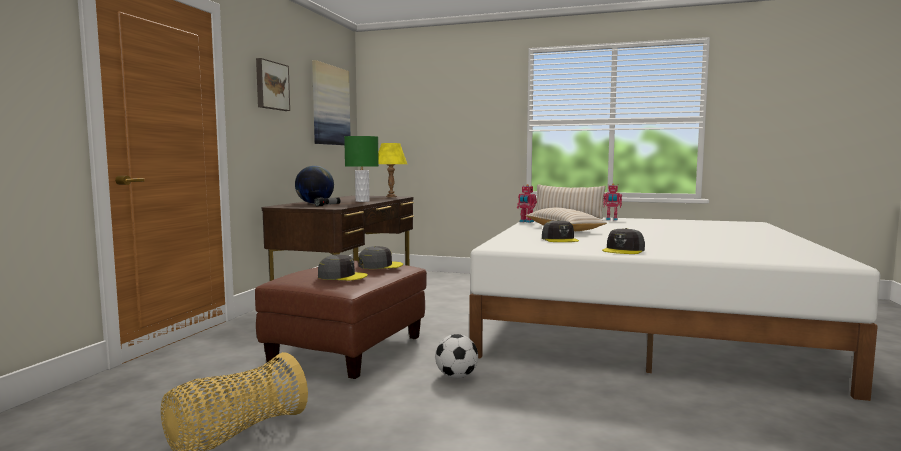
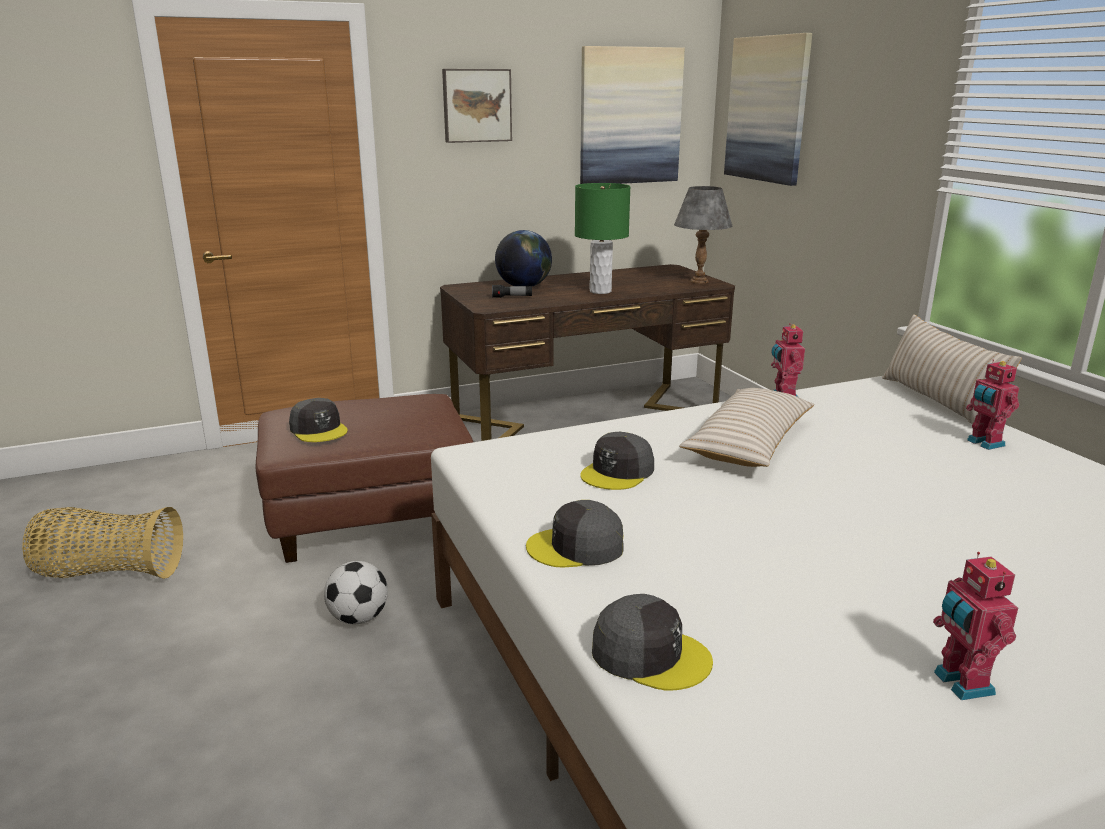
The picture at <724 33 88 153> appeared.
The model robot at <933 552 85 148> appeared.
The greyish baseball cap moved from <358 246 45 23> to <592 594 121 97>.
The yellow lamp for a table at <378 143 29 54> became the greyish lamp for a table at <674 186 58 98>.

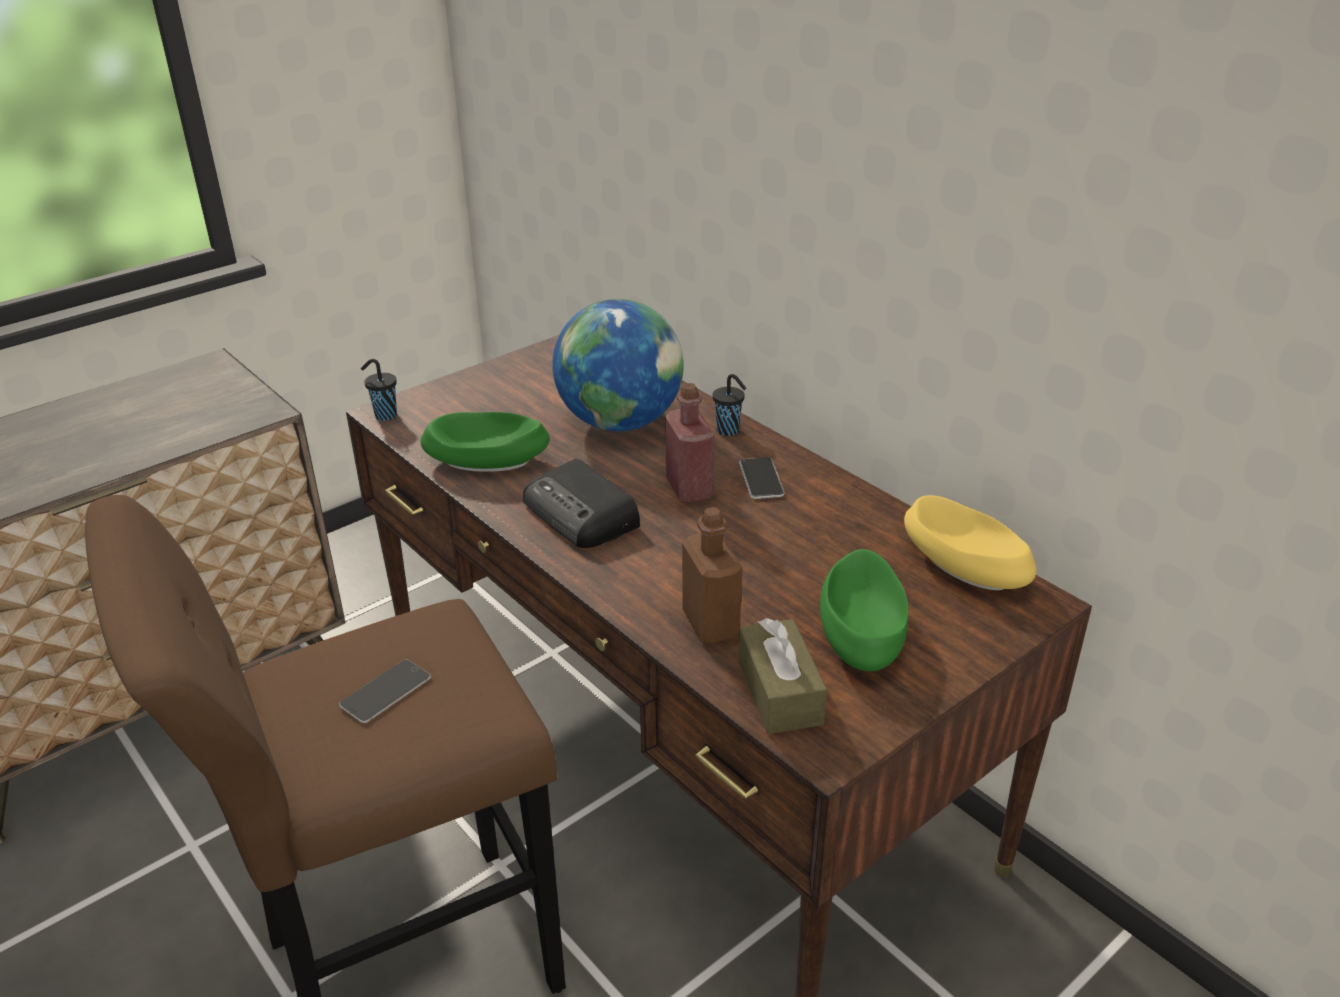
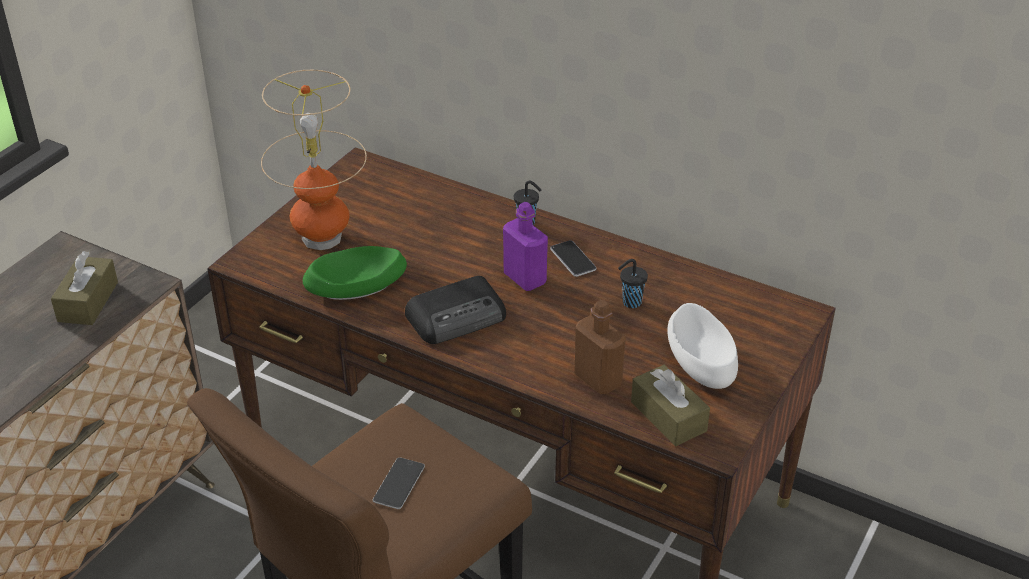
The globe at <552 299 132 132> disappeared.
The yellow serving bowl at <904 495 132 95> disappeared.
The brownish box of tissues at <51 251 67 74> appeared.
The lamp for a table at <261 70 106 180> appeared.
The black-coloured small cup moved from <361 359 36 62> to <618 259 30 49>.
The red-coloured bottle at <665 383 50 120> became the purple bottle at <503 202 45 89>.
The green serving bowl at <820 549 88 122> became the whitish serving bowl at <667 303 71 86>.
The radio set at <523 459 117 89> turned 60 degrees counterclockwise.

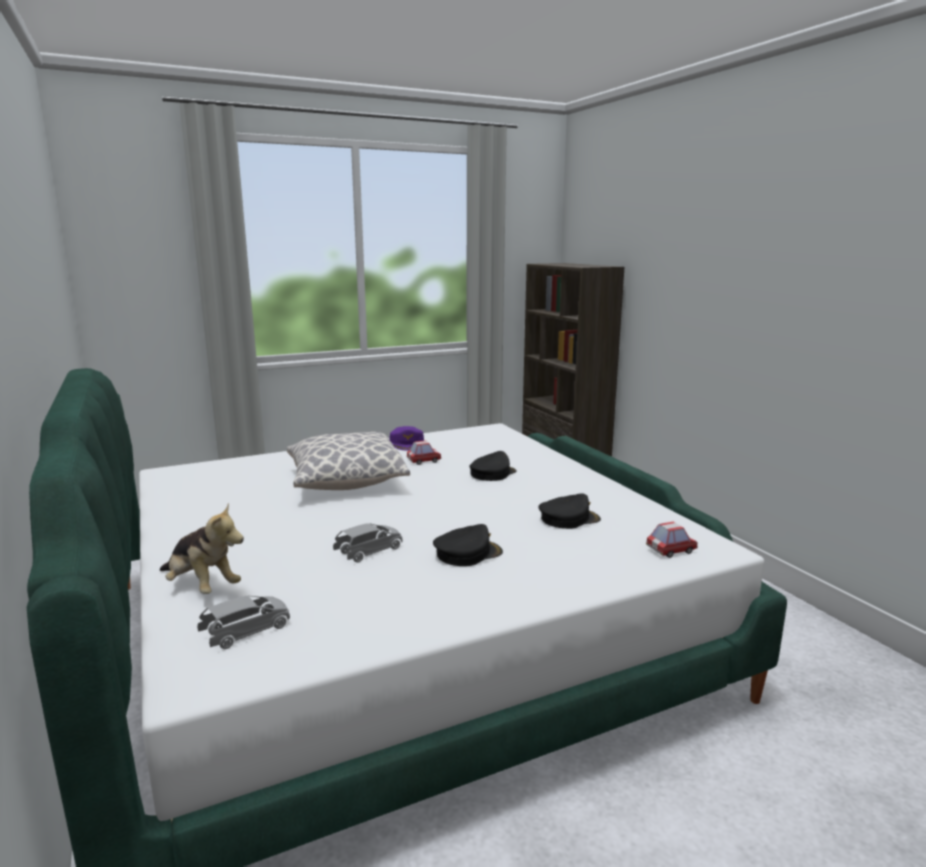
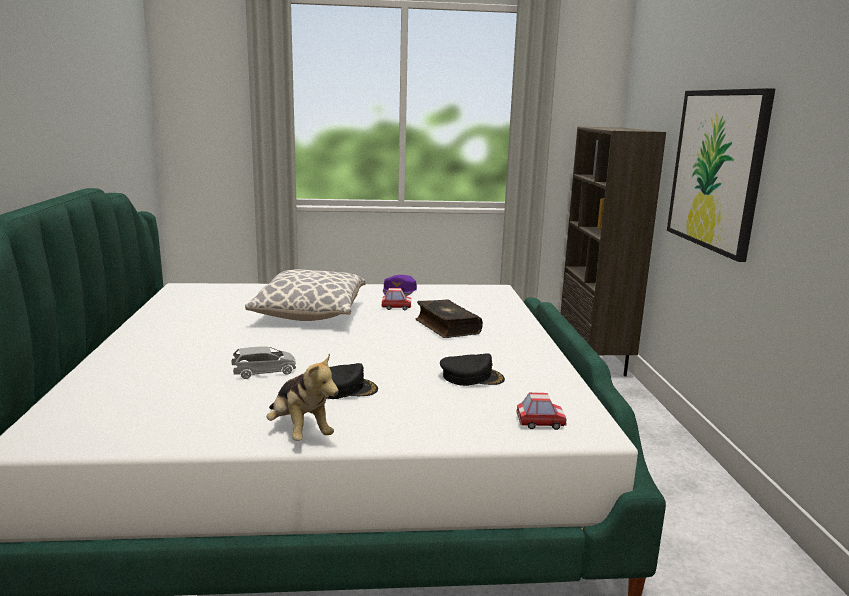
The greyish model car at <197 596 93 53> disappeared.
The picture at <667 88 108 174> appeared.
The plush toy moved from <160 503 84 91> to <267 353 72 88>.
The black-coloured baseball cap at <469 451 48 30> was replaced by the book at <416 299 67 39>.

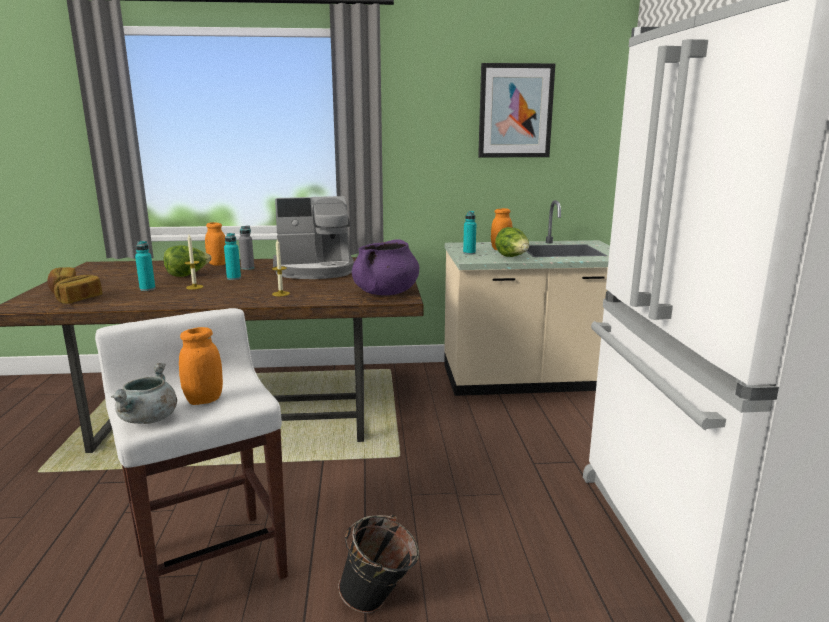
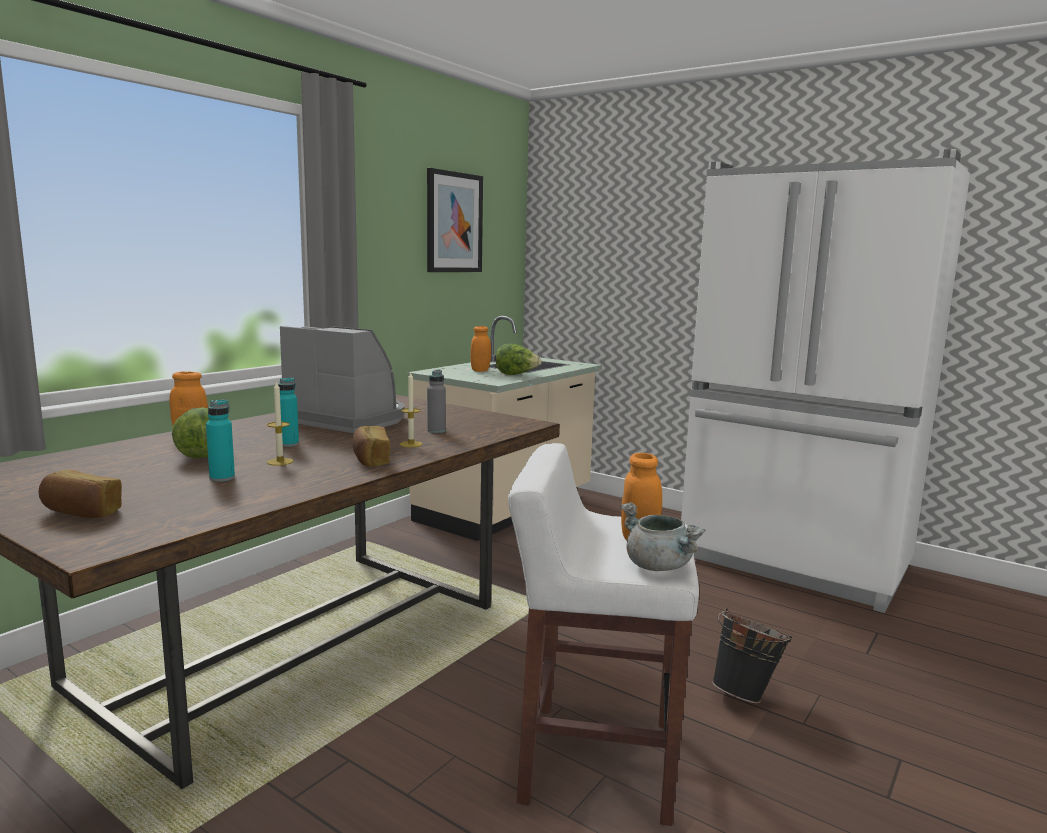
The purple saucepot at <352 239 67 56> disappeared.
The blue-green bottle at <463 211 13 44> disappeared.
The bread moved from <54 275 48 29> to <352 426 38 40>.
The greyish bottle moved from <239 225 15 45> to <427 369 19 64>.
The coffee maker at <273 196 81 83> turned 90 degrees counterclockwise.

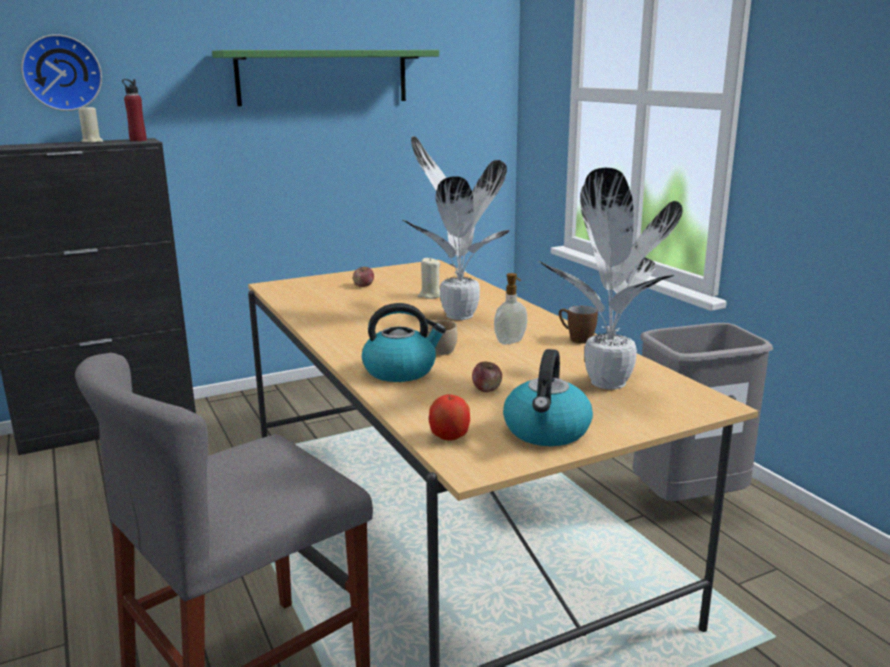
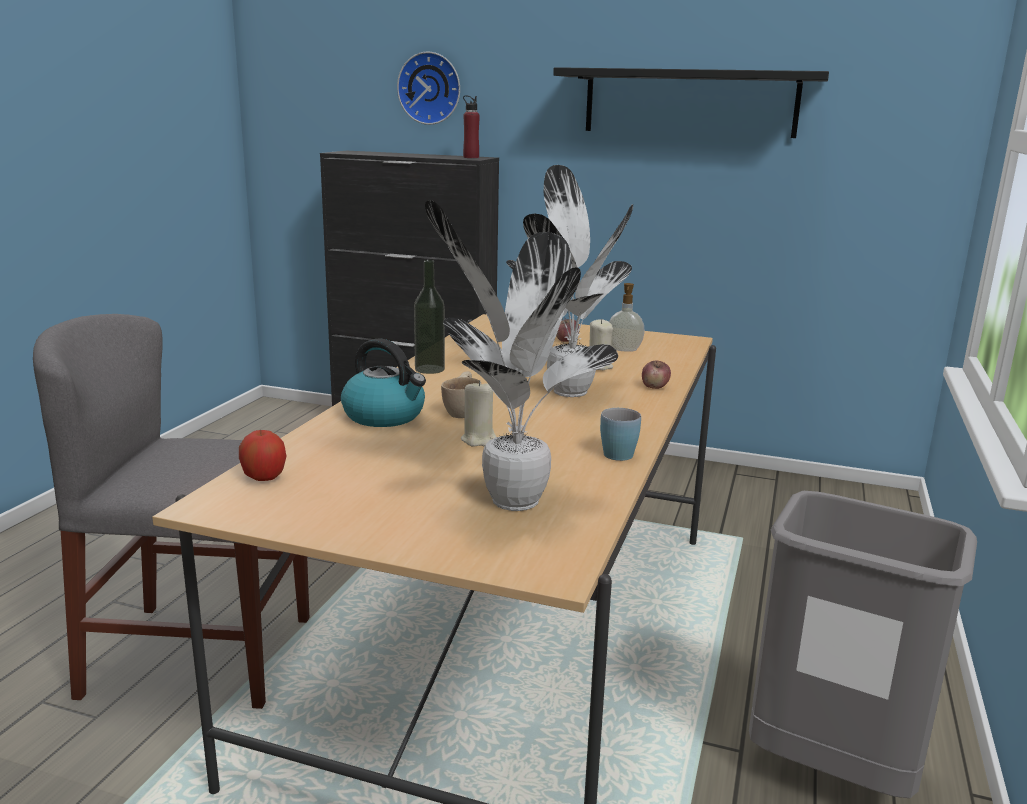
The tea kettle at <503 349 90 97> disappeared.
The bottle at <414 260 31 114> appeared.
The sand-coloured candle moved from <78 105 25 38> to <461 380 35 67>.
The apple fruit moved from <472 362 30 30> to <642 360 29 29>.
The liquid soap bottle moved from <494 273 33 71> to <609 283 36 69>.
The green bracket shelf at <212 50 227 56> became the black-coloured bracket shelf at <553 67 276 71>.
The brownish coffee mug at <559 306 39 38> became the blue coffee mug at <600 408 41 53>.

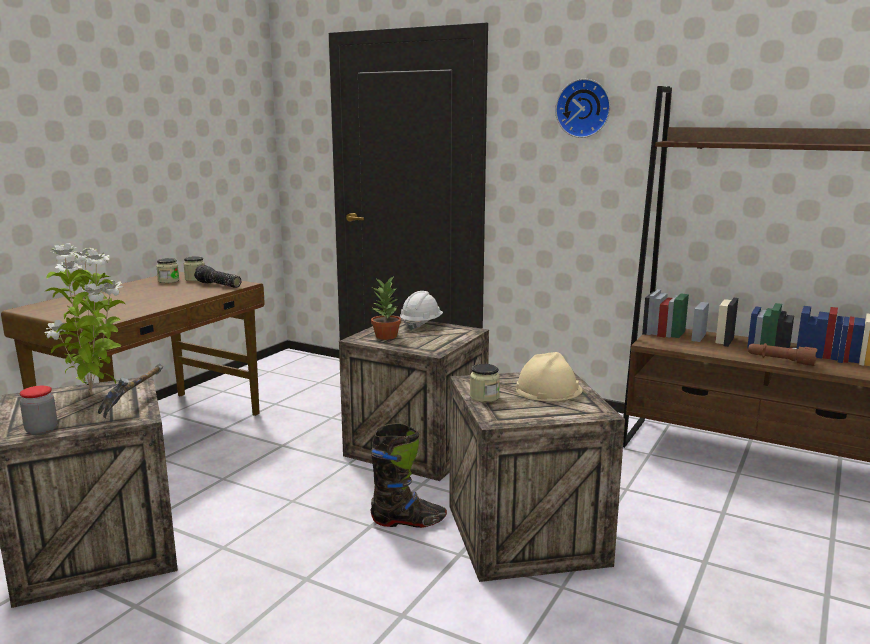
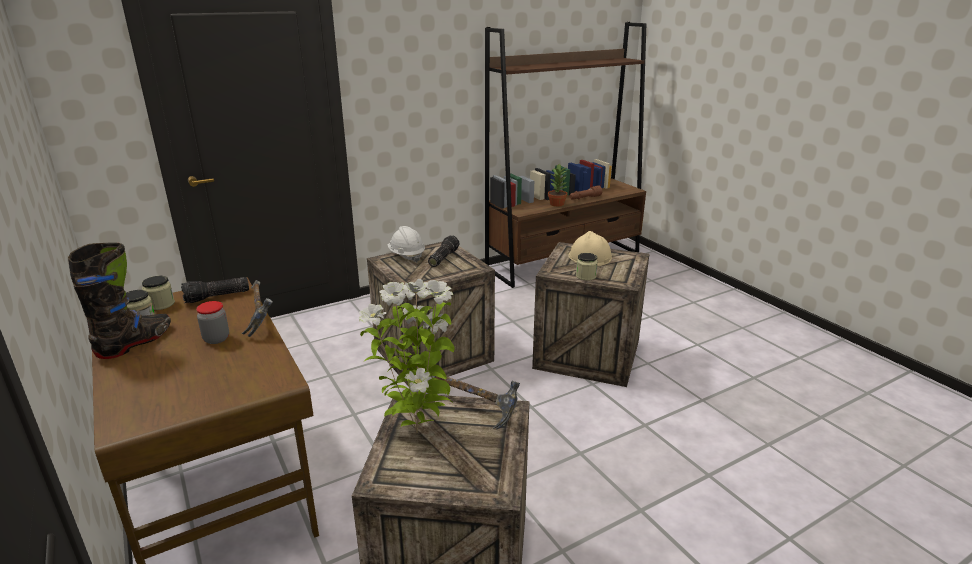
The hanging clock at <555 79 56 59> disappeared.
The hand hammer at <242 280 31 57> appeared.
The torch at <428 236 31 31> appeared.
The storage jar moved from <19 386 39 49> to <196 301 33 43>.
The plant in a pot moved from <371 275 30 65> to <548 164 21 43>.
The black-coloured high-top boot moved from <371 423 76 105> to <68 243 103 116>.

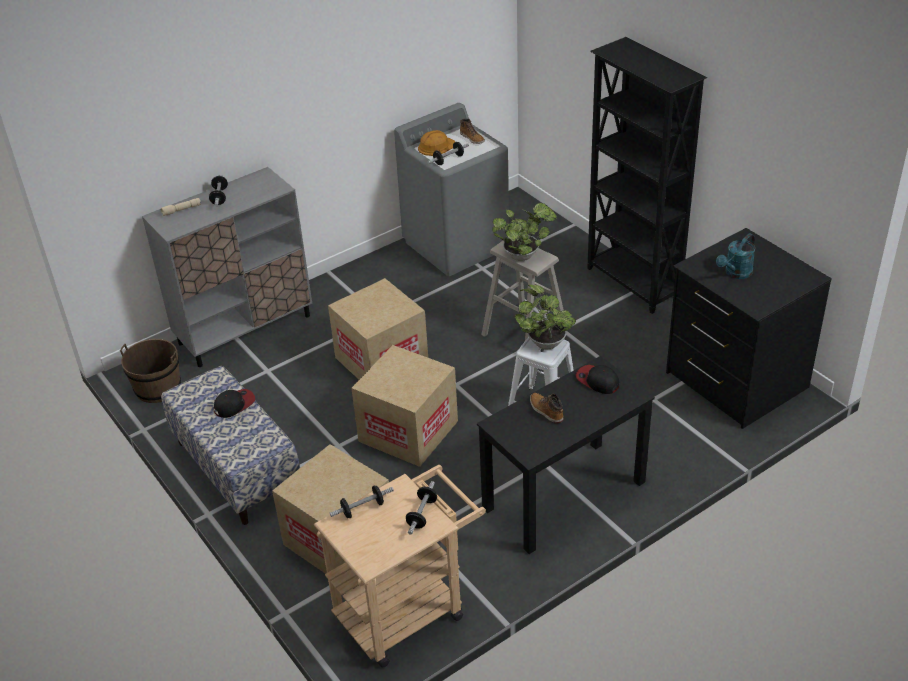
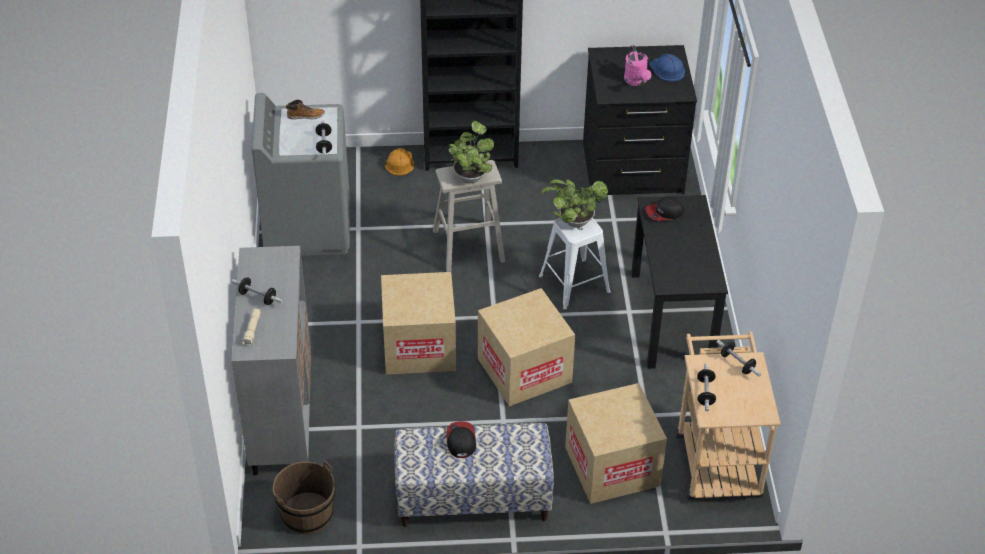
The high-top boot at <530 393 33 31> disappeared.
The blue hard hat at <649 54 36 28> appeared.
The orange-coloured hard hat moved from <418 130 37 26> to <385 148 29 28>.
The blue-green watering can at <716 234 40 45> became the pink-coloured watering can at <624 45 28 41>.

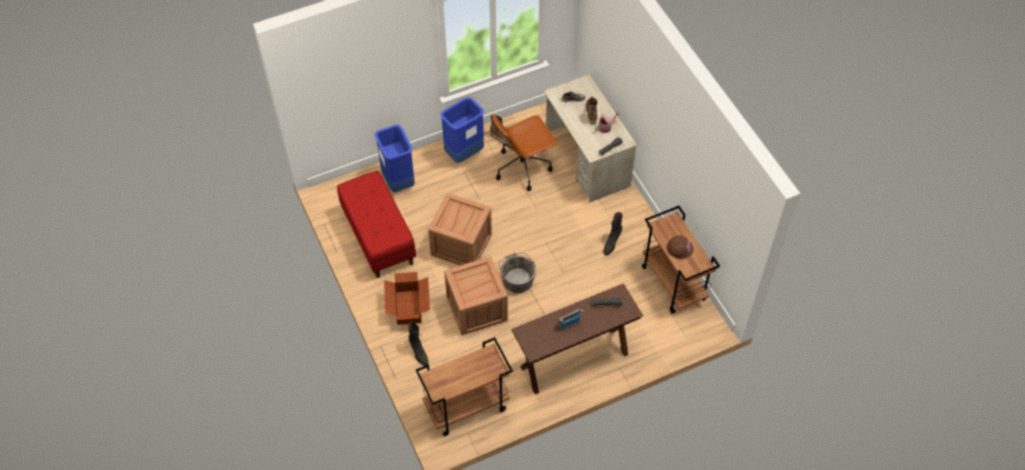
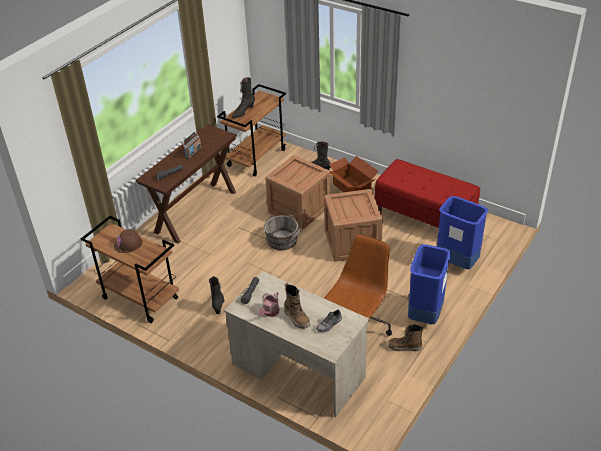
The black-coloured high-top boot at <232 77 23 41> appeared.

